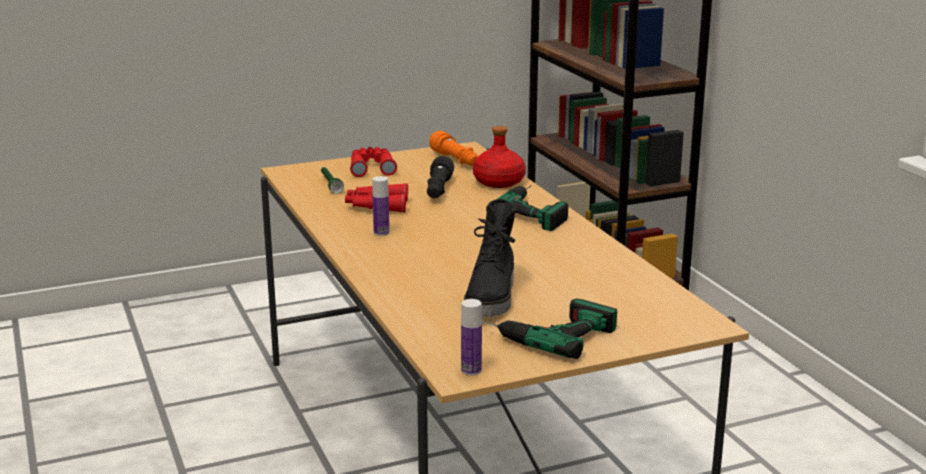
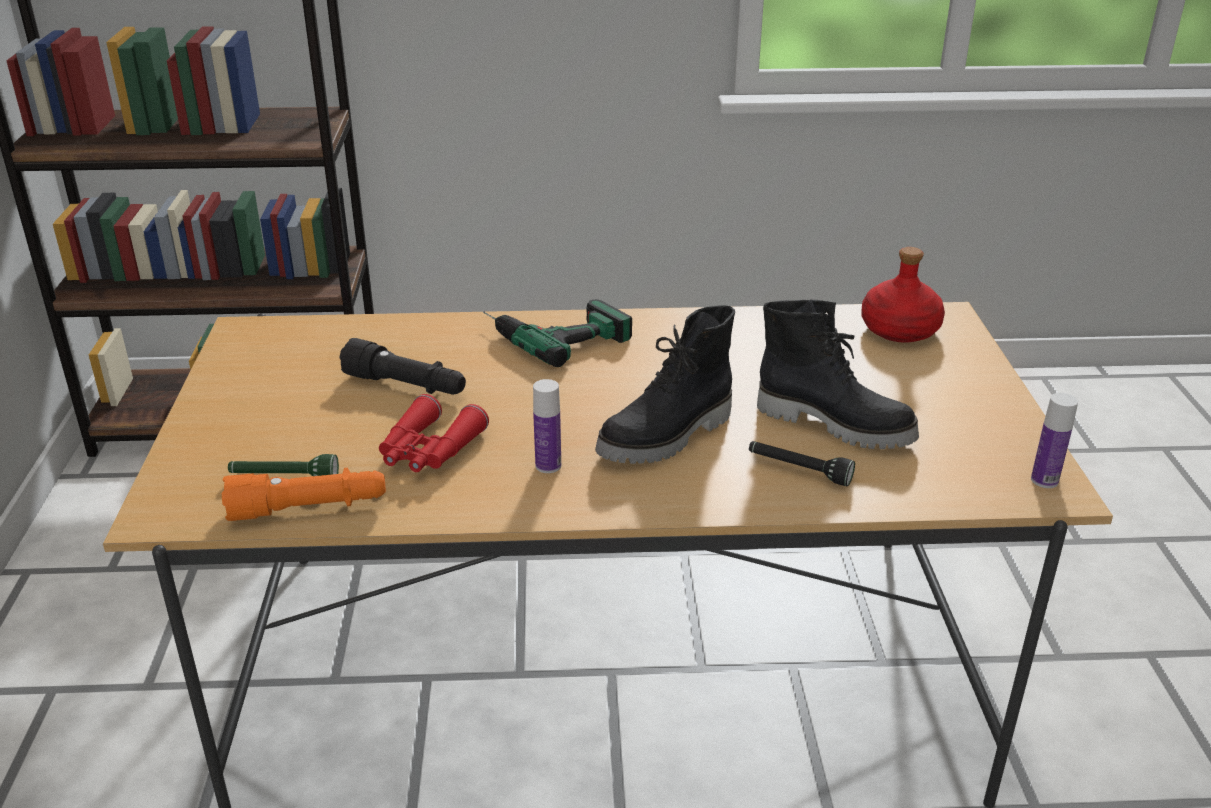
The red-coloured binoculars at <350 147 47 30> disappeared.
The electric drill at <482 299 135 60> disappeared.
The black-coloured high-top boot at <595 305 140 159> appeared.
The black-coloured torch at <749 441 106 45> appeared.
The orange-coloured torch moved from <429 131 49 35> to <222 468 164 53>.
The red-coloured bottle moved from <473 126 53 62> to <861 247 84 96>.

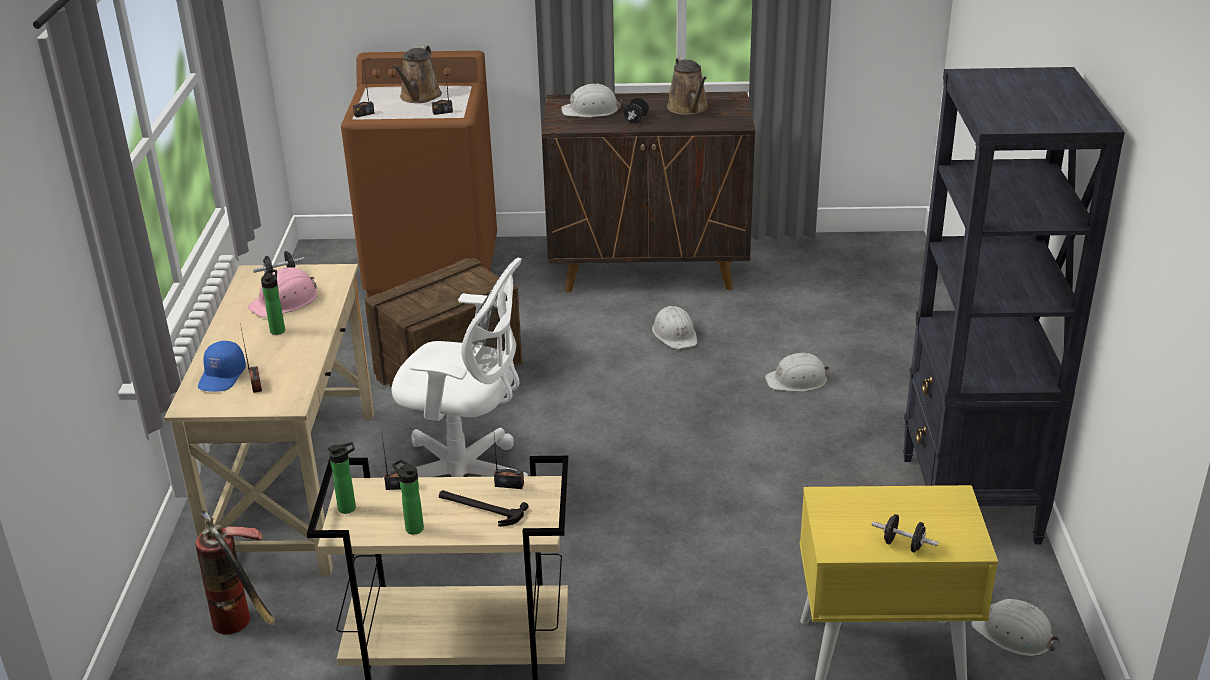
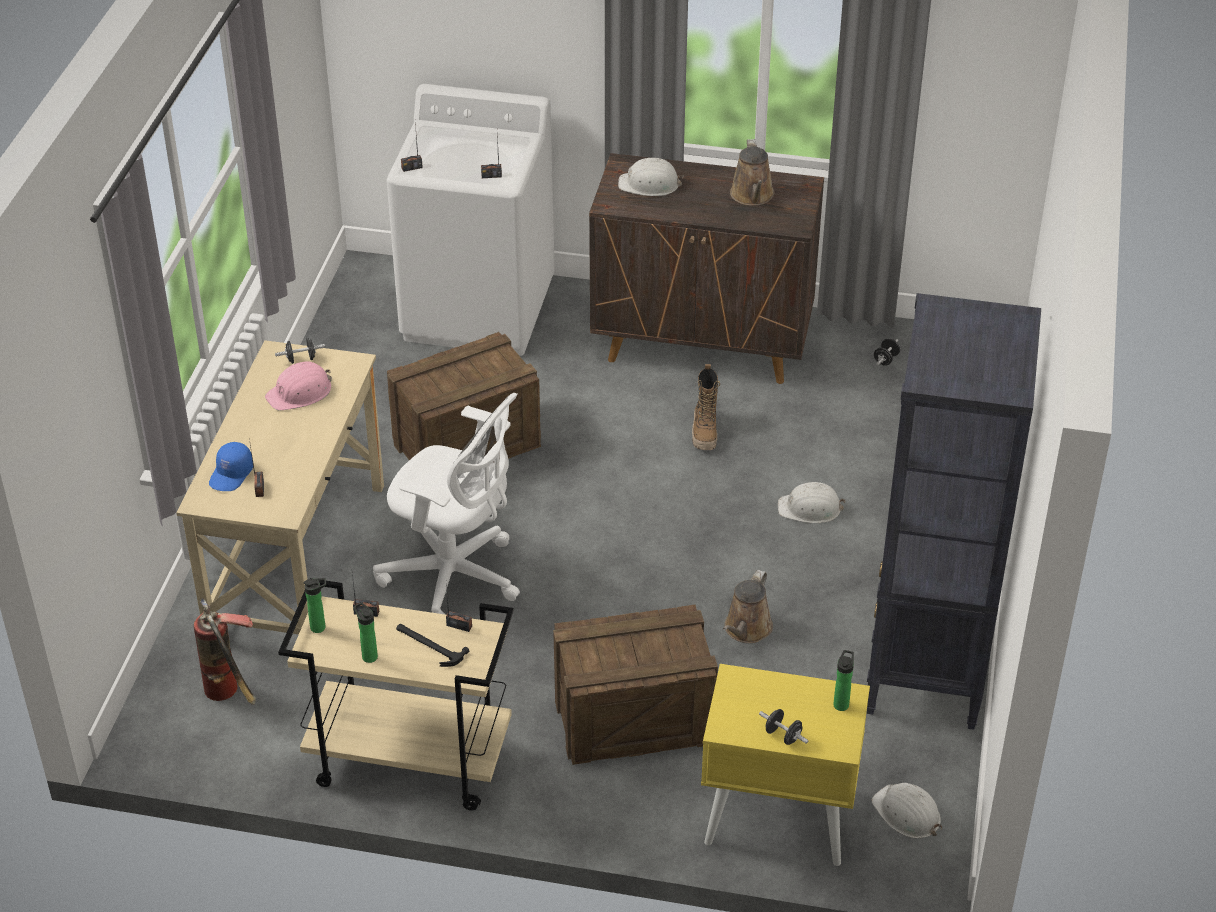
The packing crate at <553 605 165 160> appeared.
The bottle moved from <261 269 24 66> to <833 650 21 61>.
The brownish watering can moved from <392 46 50 57> to <723 570 50 73>.
The black-coloured free weight moved from <624 97 25 26> to <874 338 26 28>.
The whitish hard hat at <652 306 45 43> was replaced by the high-top boot at <692 364 28 86>.
The brownish laundry machine at <341 51 156 246> became the whitish laundry machine at <387 84 168 272>.

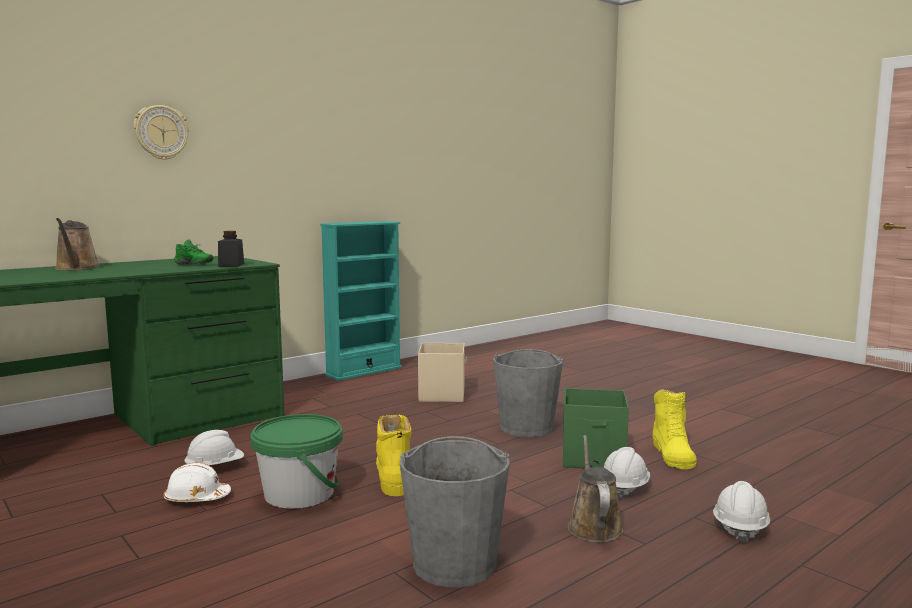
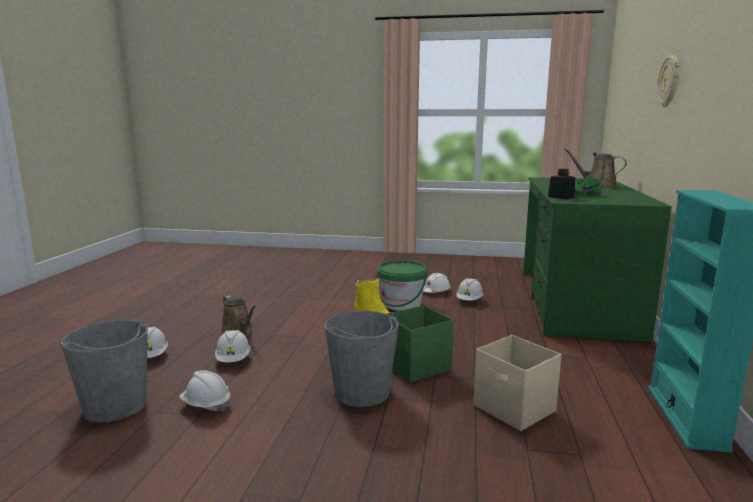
The greyish bucket moved from <400 436 110 151> to <61 320 87 103>.
The green storage container moved from <563 388 66 80> to <386 305 68 78>.
The yellow high-top boot at <652 389 45 80> was replaced by the whitish hard hat at <179 370 51 42>.

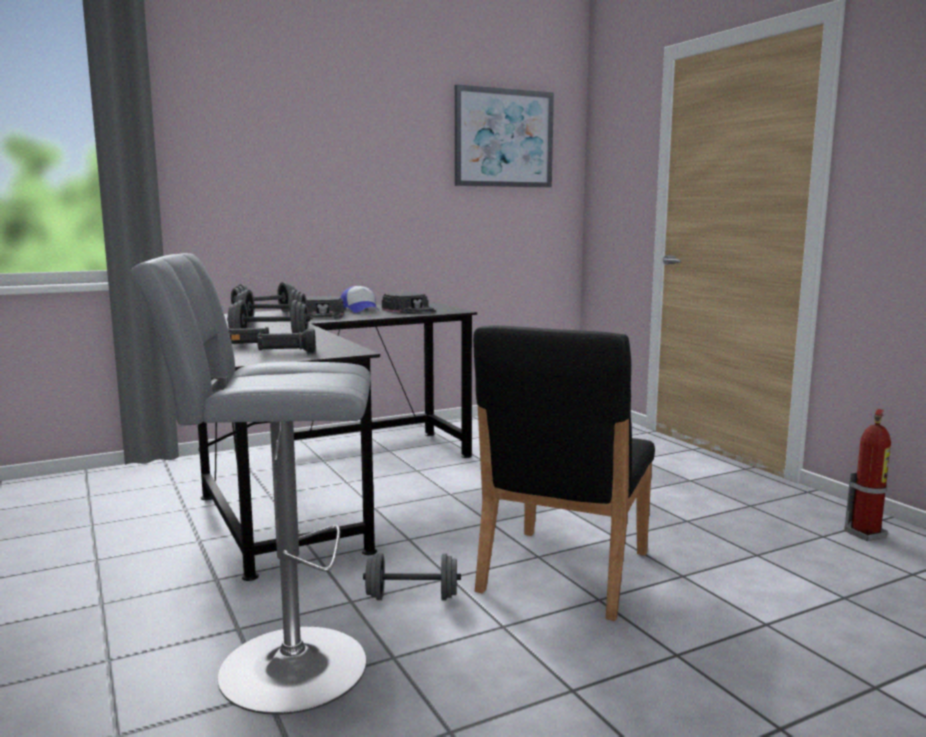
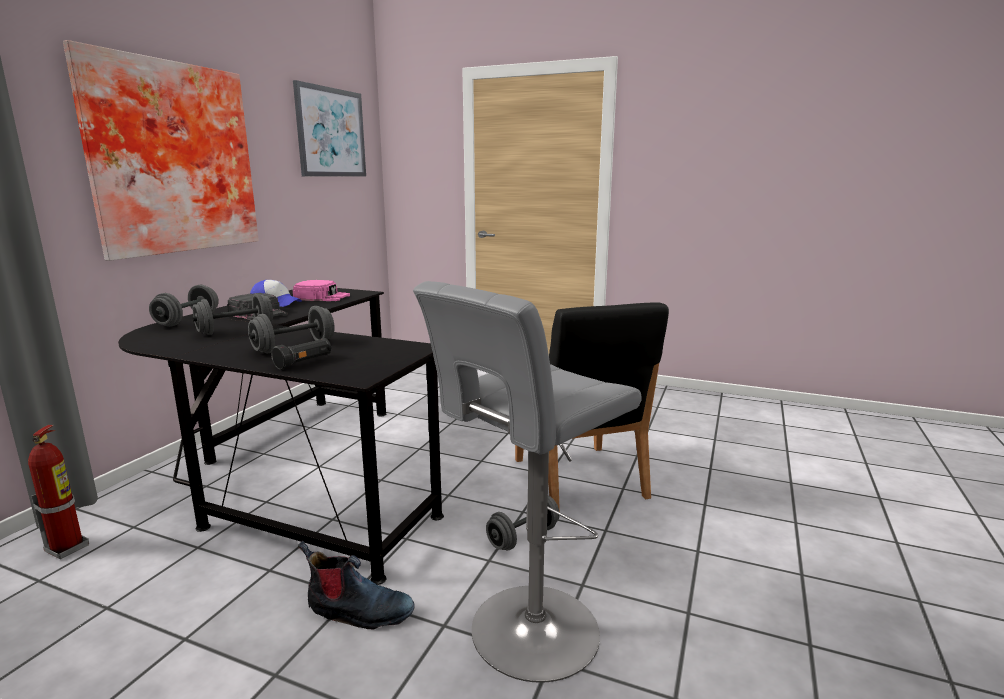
The black-coloured torch at <257 329 59 23> disappeared.
The picture at <63 40 196 221> appeared.
The high-top boot at <298 541 117 89> appeared.
The fire extinguisher moved from <844 409 47 132> to <28 425 61 134>.
The black-coloured baseball cap at <382 292 54 22> became the pink-coloured baseball cap at <293 280 57 21>.

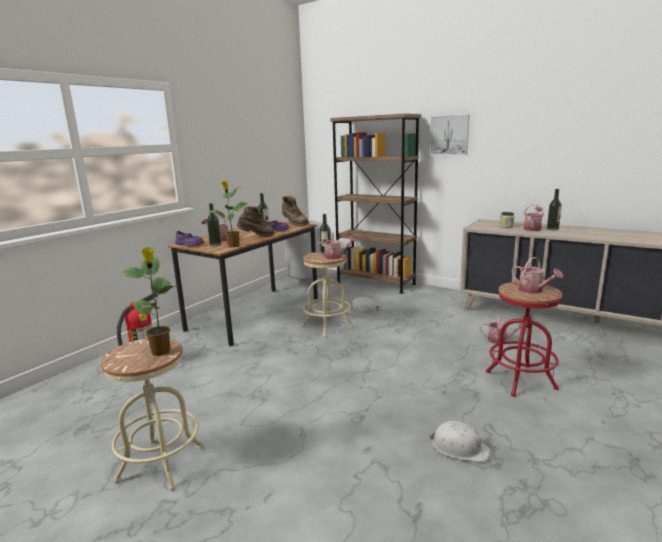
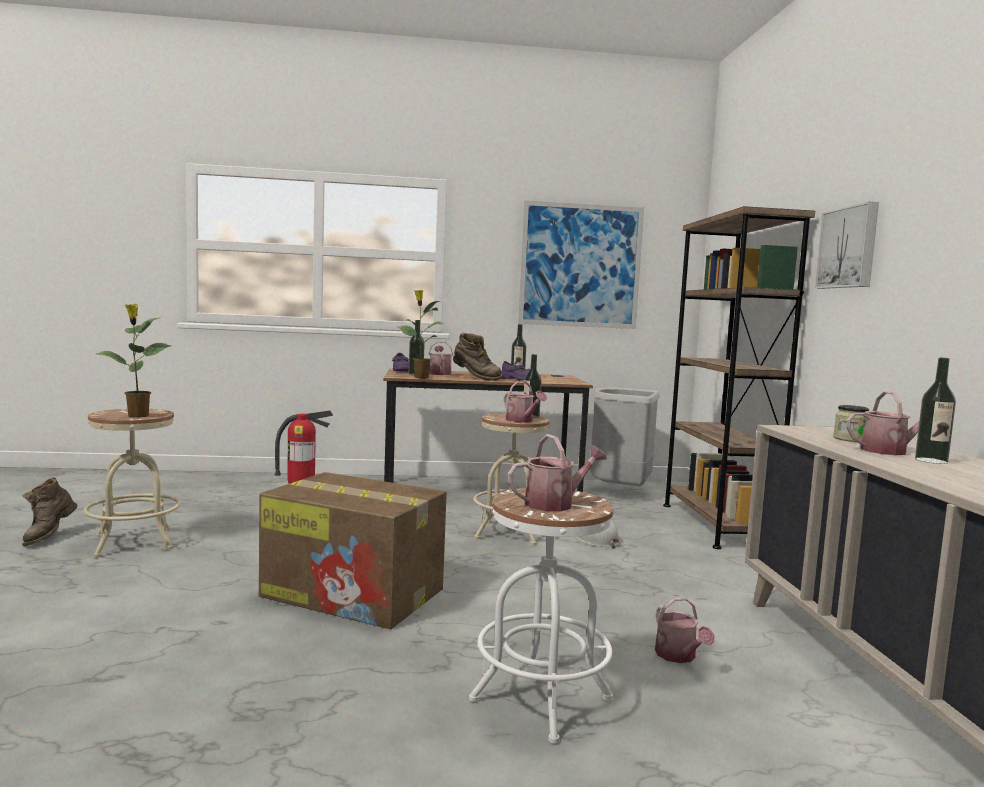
The whitish hard hat at <429 421 62 41> disappeared.
The packing box at <259 472 188 157> appeared.
The picture at <518 200 126 129> appeared.
The brownish high-top boot moved from <282 196 27 30> to <22 477 56 69>.
The red-coloured sitting stool at <486 282 76 115> became the whitish sitting stool at <469 488 144 255>.
The watering can at <512 257 51 36> turned 135 degrees counterclockwise.

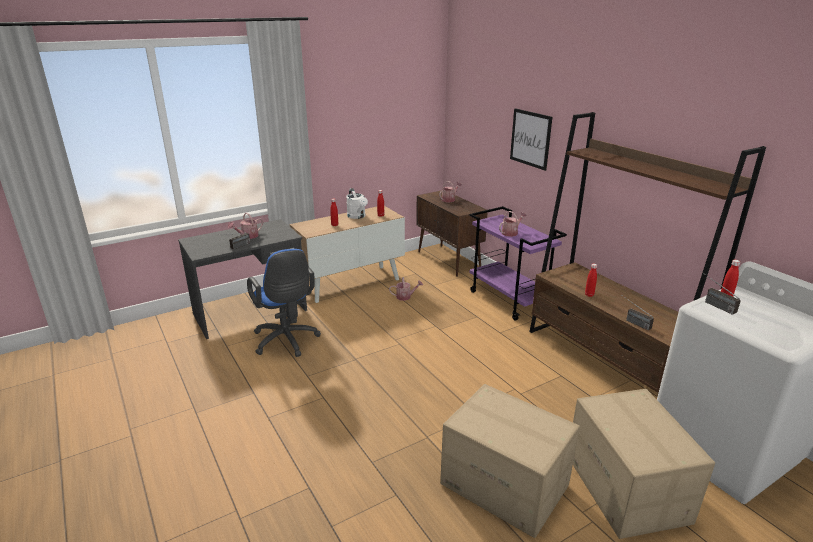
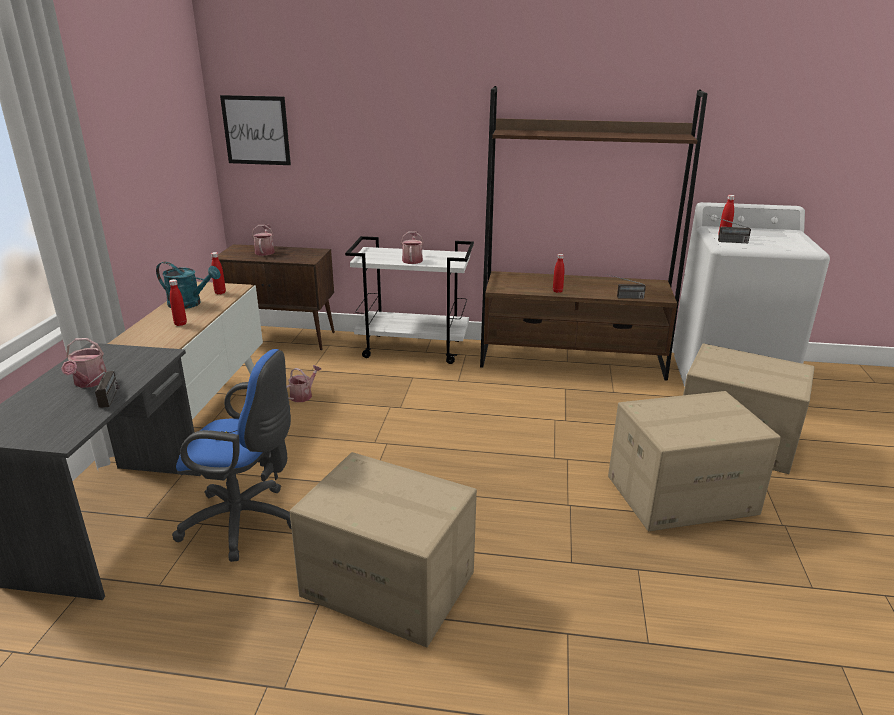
The packing box at <290 452 187 195> appeared.
The picture moved from <510 108 42 63> to <220 95 71 70>.
The whitish watering can at <346 188 22 31> became the blue-green watering can at <156 262 65 47>.
The purple cart at <469 206 98 115> became the whitish cart at <345 236 129 128>.

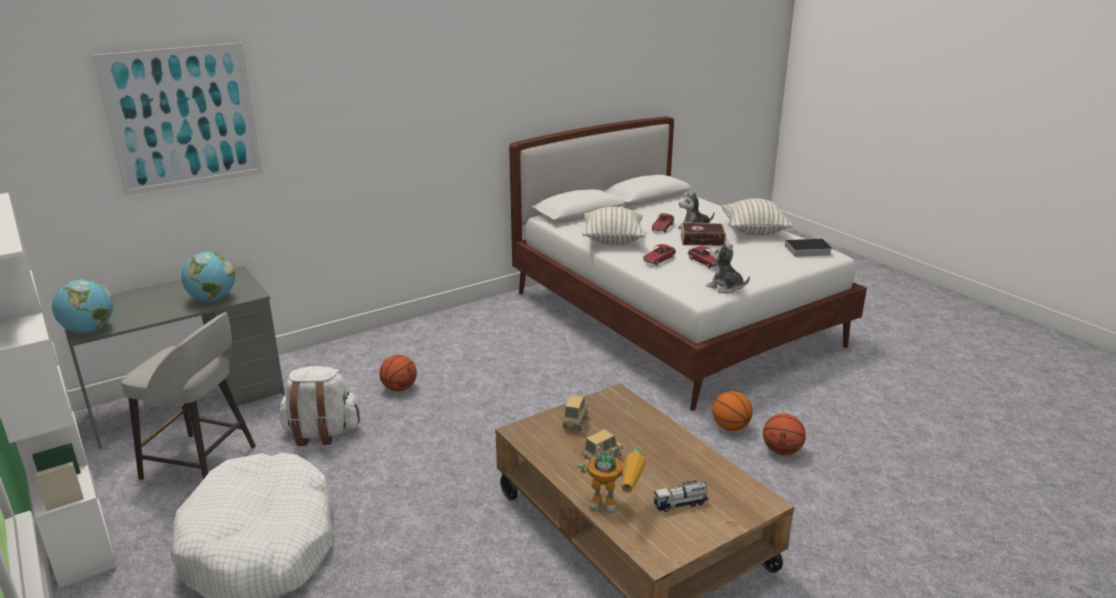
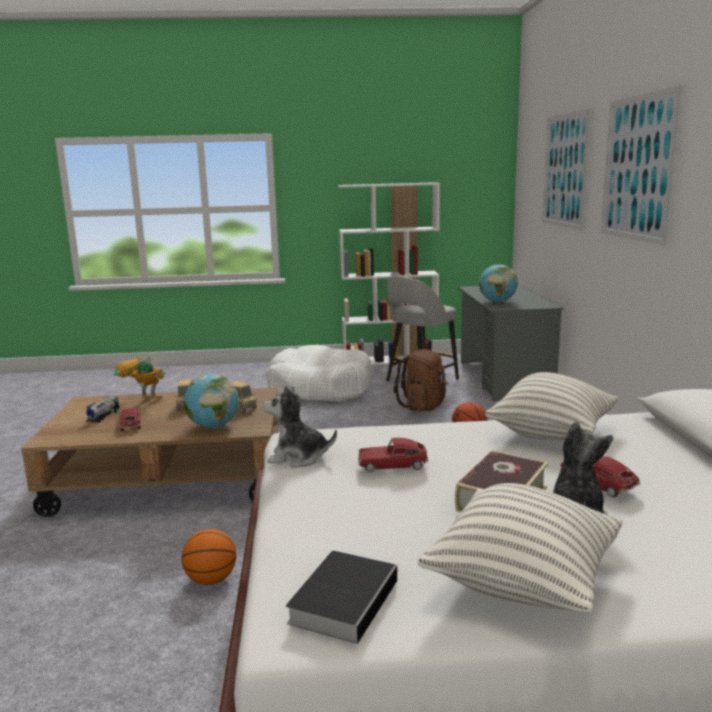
The basketball ball at <763 413 43 42> disappeared.
The picture at <601 85 83 161> appeared.
The globe moved from <52 279 61 54> to <184 374 55 54>.
The model car moved from <643 244 33 22> to <120 408 21 23>.
The whitish knapsack at <277 366 83 80> became the brownish knapsack at <393 349 56 62>.
The model robot at <577 446 68 67> turned 60 degrees clockwise.
The plush toy at <706 243 44 51> turned 150 degrees counterclockwise.

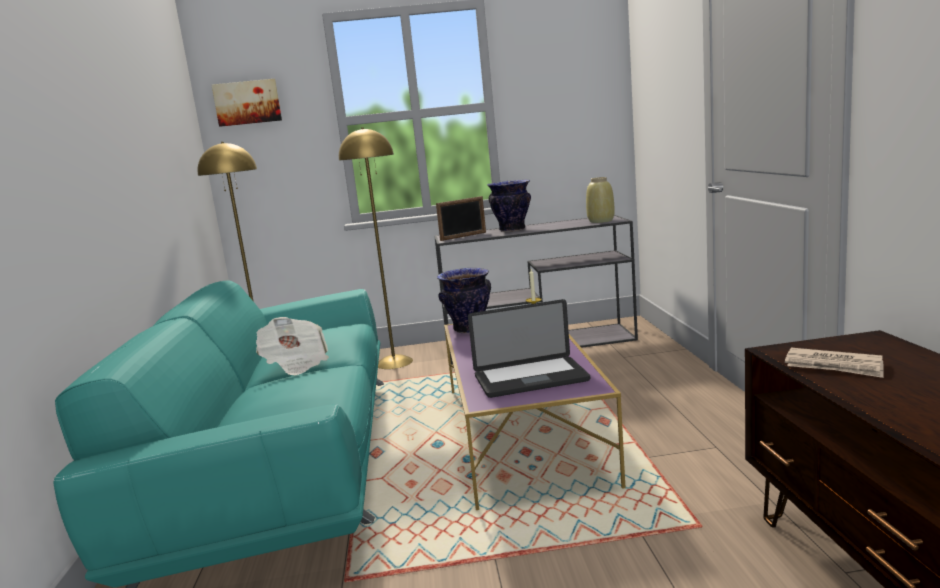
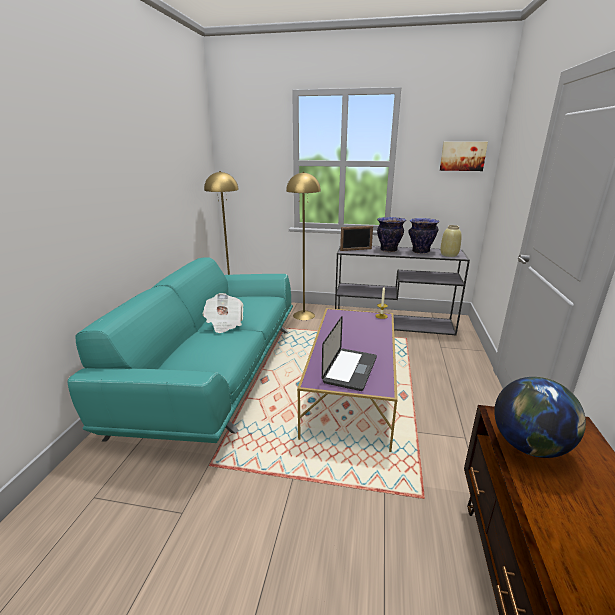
The picture moved from <211 79 71 48> to <440 142 48 29>.
The decorative vase moved from <437 268 54 65> to <408 218 31 36>.
The printed paper at <785 348 99 30> was replaced by the globe at <494 377 92 81>.
The portable computer at <468 299 122 99> turned 75 degrees counterclockwise.

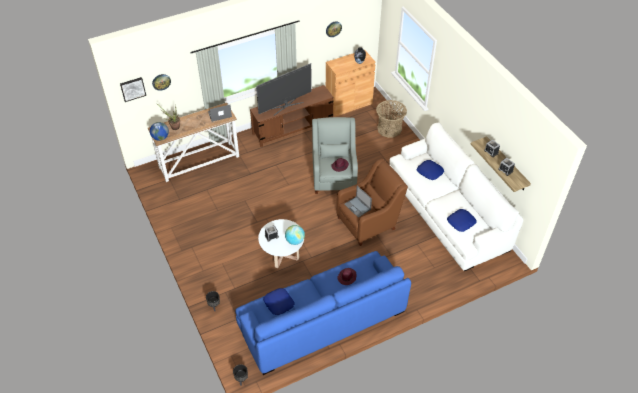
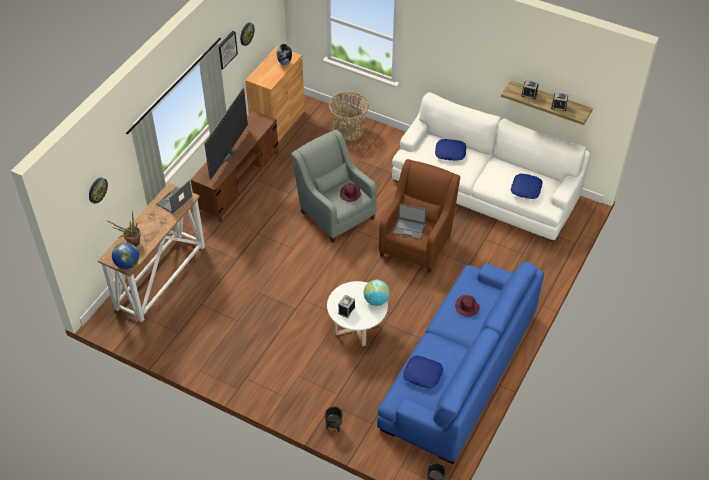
The picture moved from <120 77 26 25> to <218 31 20 39>.

